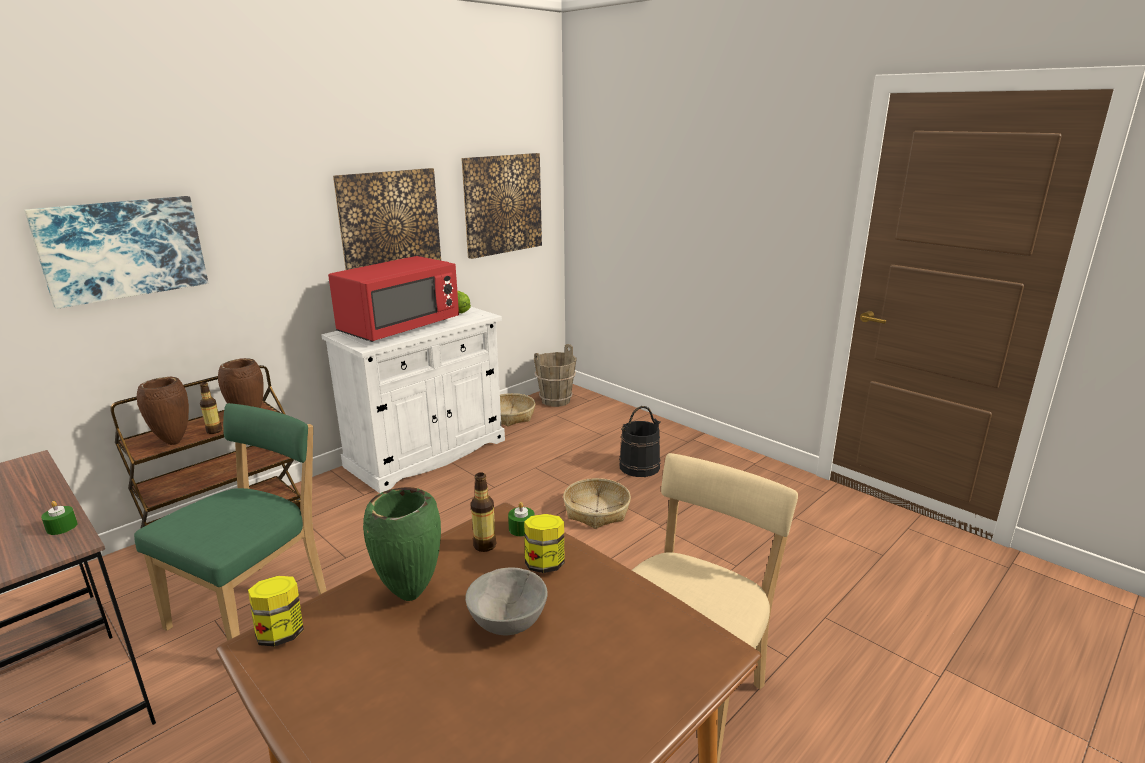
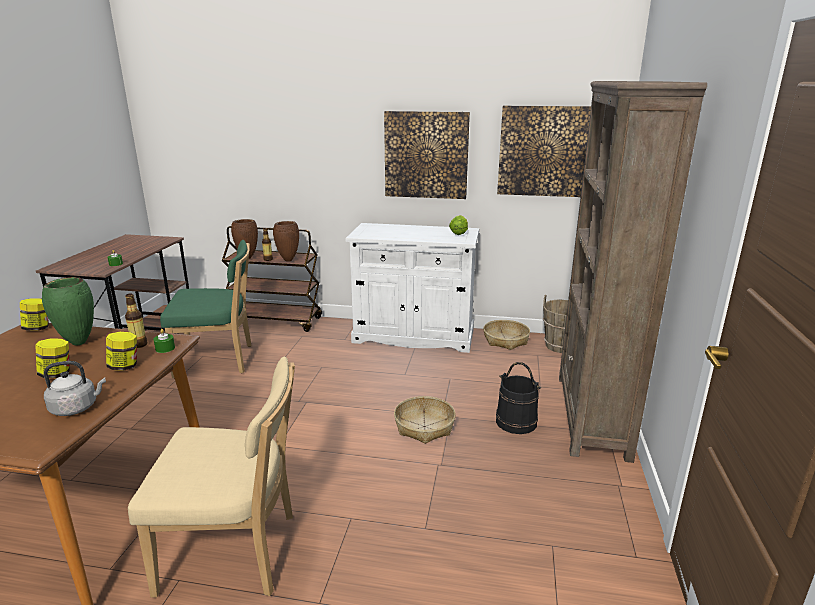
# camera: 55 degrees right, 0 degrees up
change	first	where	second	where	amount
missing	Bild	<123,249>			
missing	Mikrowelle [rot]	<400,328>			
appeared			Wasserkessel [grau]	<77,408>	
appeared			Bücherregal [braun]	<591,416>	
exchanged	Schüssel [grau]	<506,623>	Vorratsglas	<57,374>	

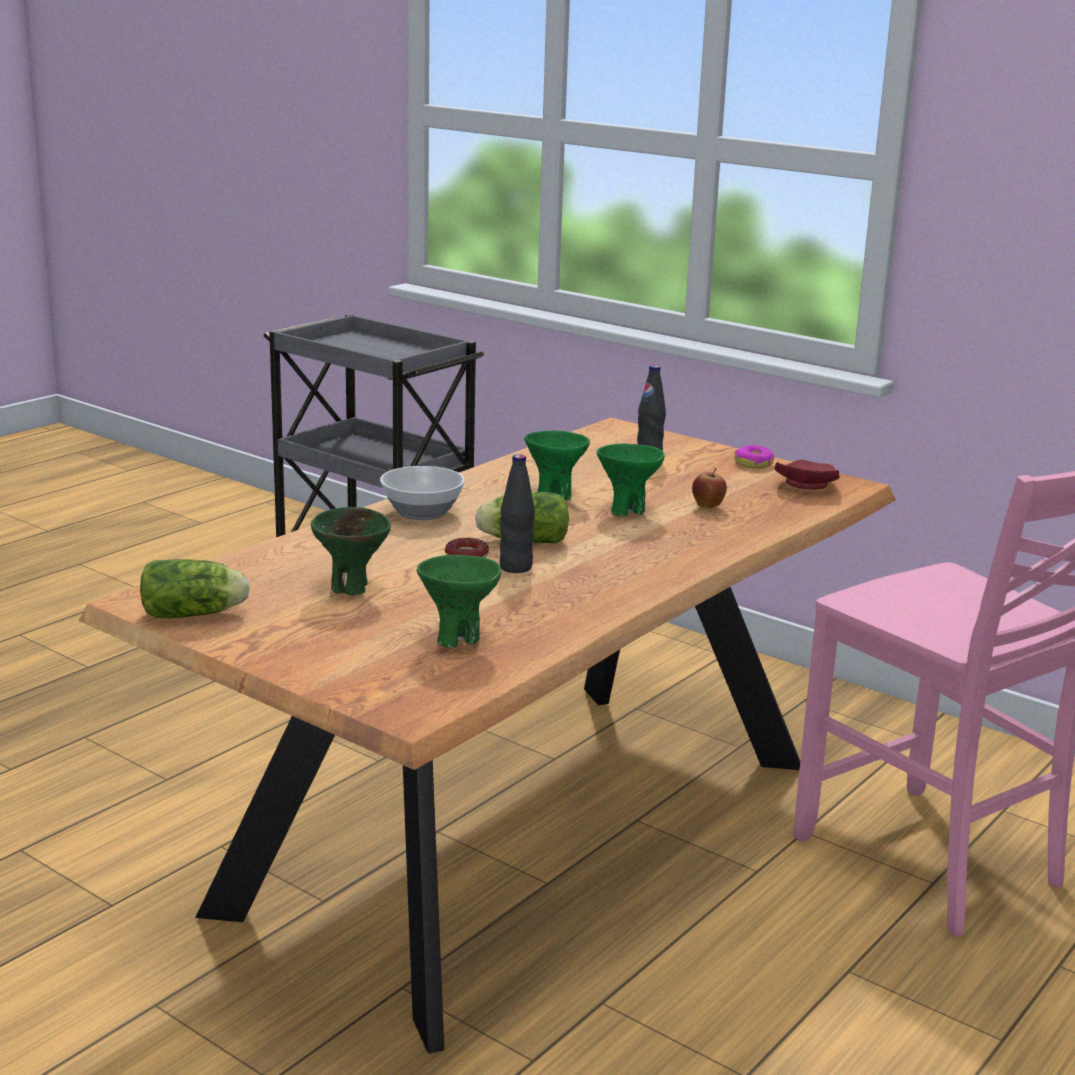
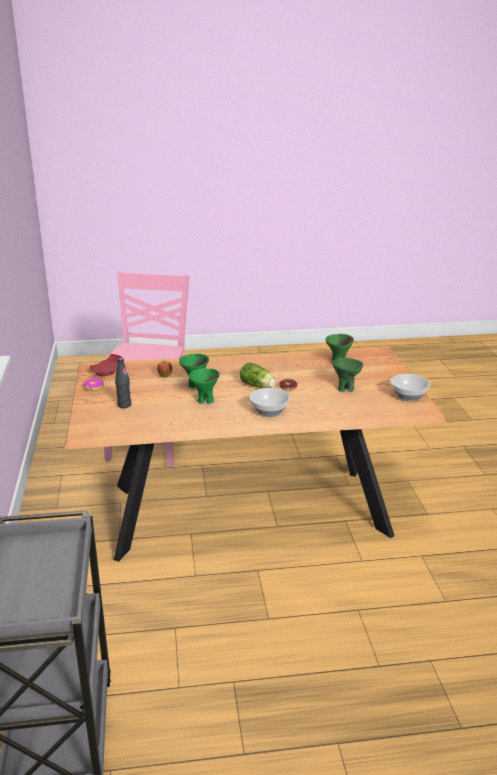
# camera: 135 degrees left, 5 degrees up
change	first	where	second	where	amount
missing	Flasche [schwarz]	<516,567>			
exchanged	Salatkopf	<196,614>	Schüssel	<409,397>	

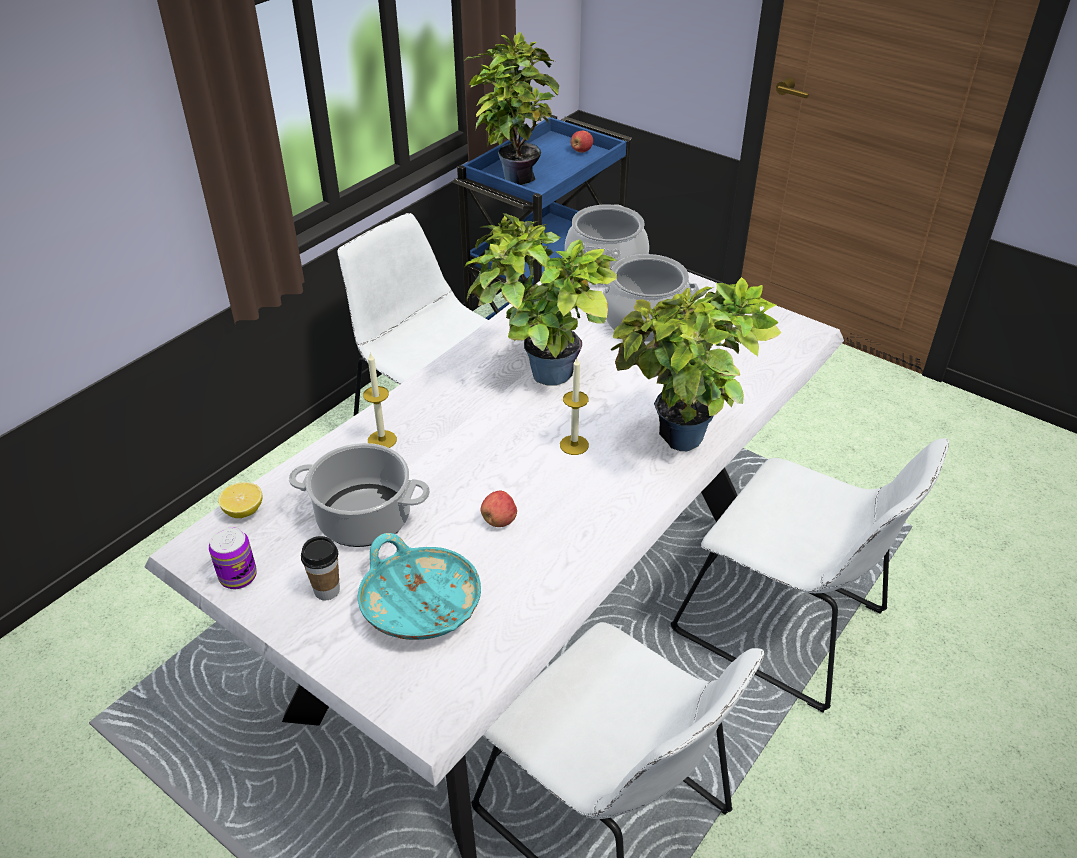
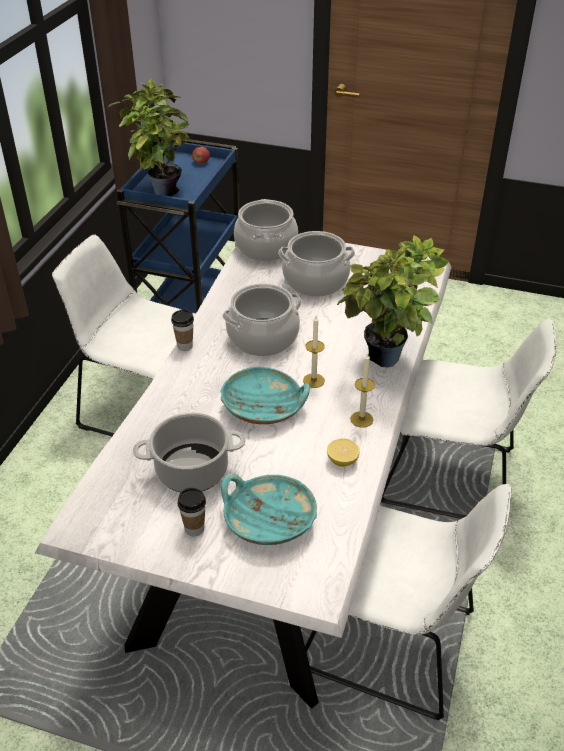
# camera: 20 degrees left, 0 degrees up
change	first	where	second	where	amount
missing	Dose	<238,576>			
missing	Apfel	<499,520>			
appeared			Tasse	<185,346>	
appeared			Schüssel [türkis]	<264,407>	
relocated	Zitrone	<244,511>		<342,460>	
relocated	Kerze	<382,440>		<361,419>	
exchanged	Topfpflanze	<540,377>	Kochtopf	<263,338>	

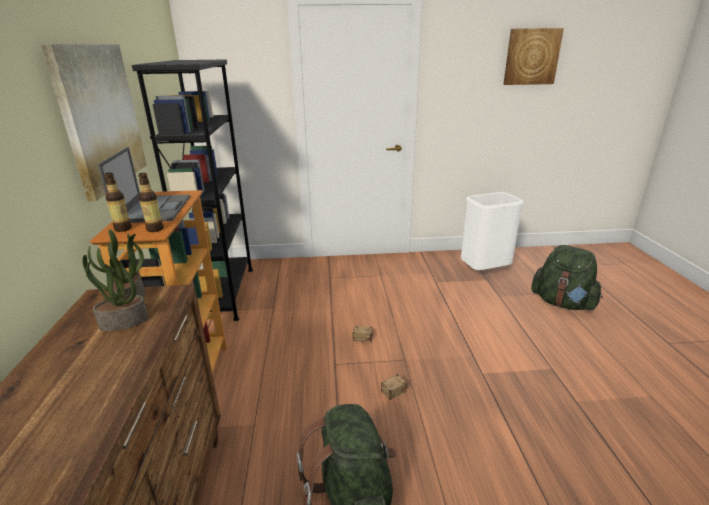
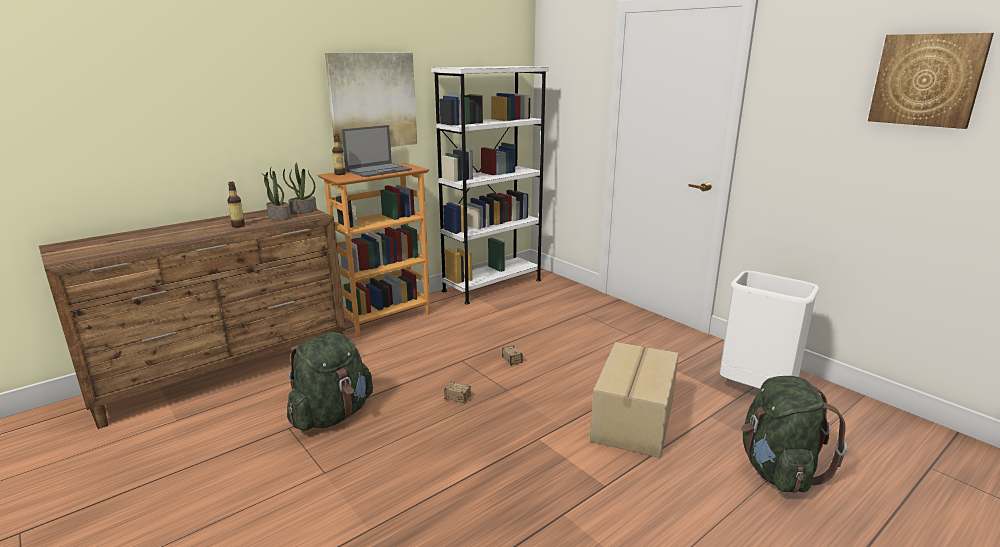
# camera: 55 degrees right, 5 degrees down
change	first	where	second	where	amount
appeared			Karton	<632,419>	
relocated	Flasche	<155,229>		<238,226>	
colour	Bücherregal [schwarz]	<224,293>	Bücherregal [weiß]	<492,285>	

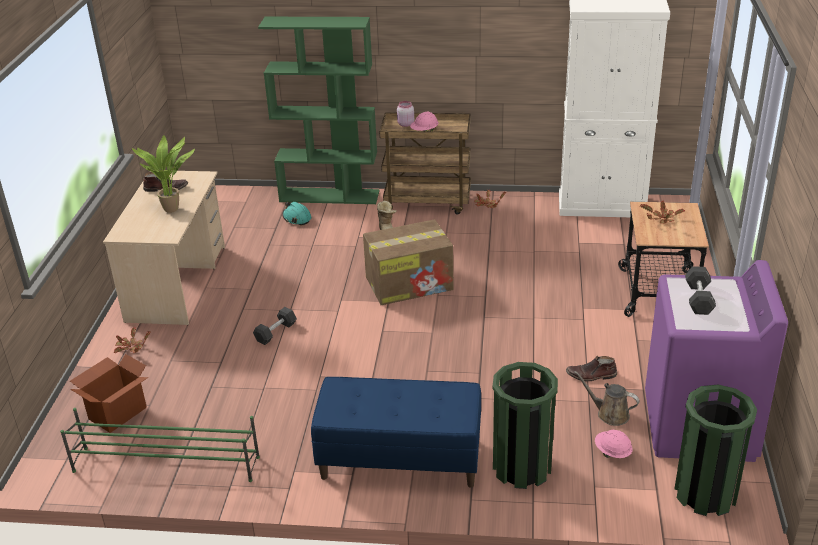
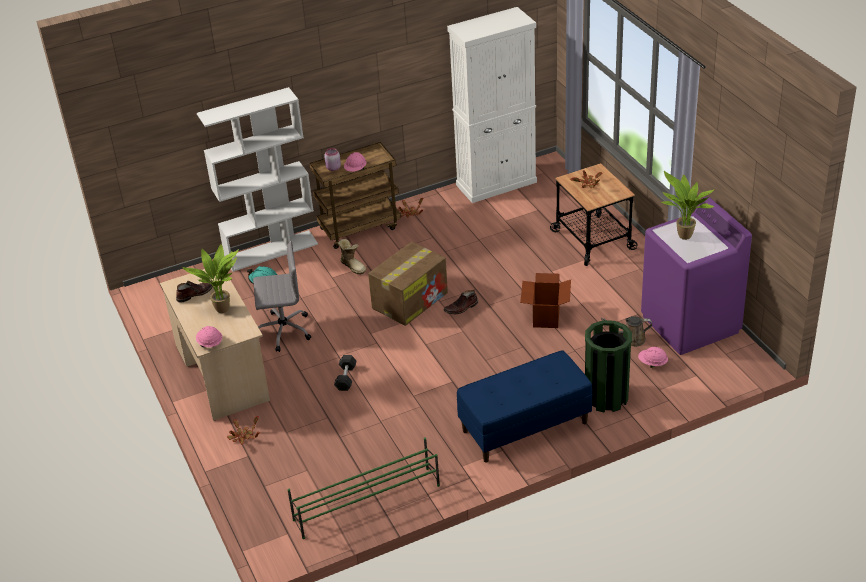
# camera: 30 degrees left, 5 degrees up
change	first	where	second	where	amount
missing	Mülleimer [grün]	<705,493>			
appeared			Schutzhelm [rosa]	<210,343>	
appeared			Bürostuhl [grau]	<283,331>	
relocated	Karton	<117,413>		<545,316>	
relocated	Stiefel [braun]	<591,375>		<461,308>	
exchanged	Hantel [schwarz]	<698,299>	Topfpflanze	<683,237>	
colour	Bücherregal [grün]	<330,196>	Bücherregal [weiß]	<271,250>	

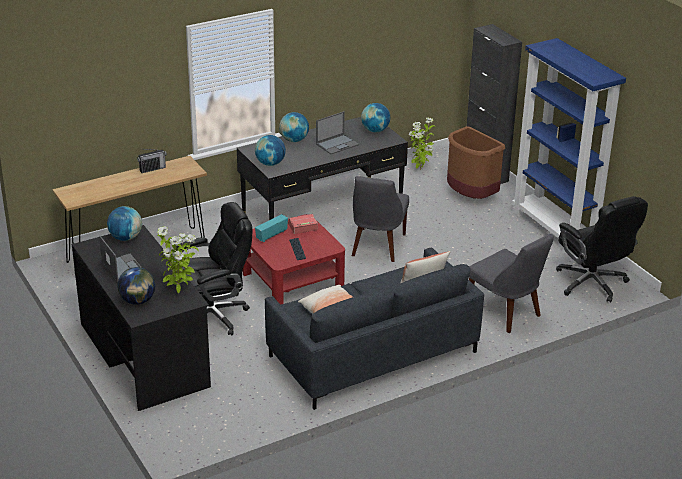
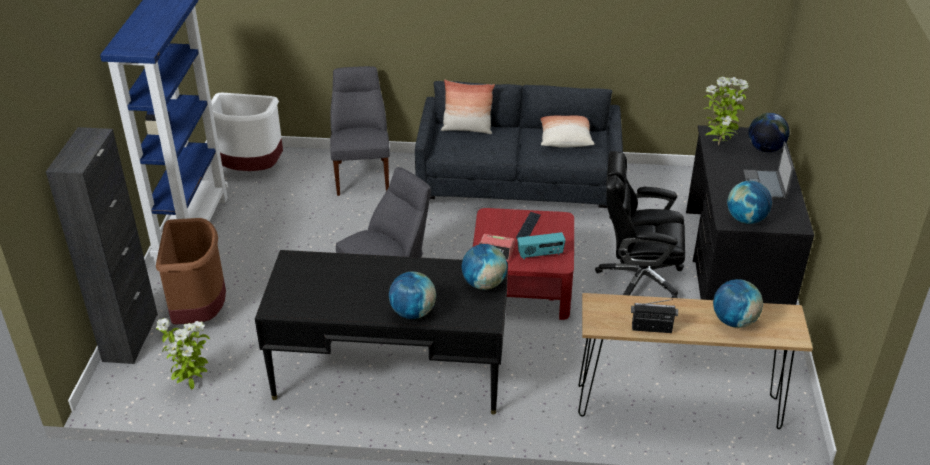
# camera: 145 degrees left, 5 degrees up
change	first	where	second	where	amount
missing	Laptop	<337,144>			
relocated	Globus	<375,130>		<734,321>	
exchanged	Bürostuhl [schwarz]	<592,283>	Mülleimer [weiß]	<251,169>	

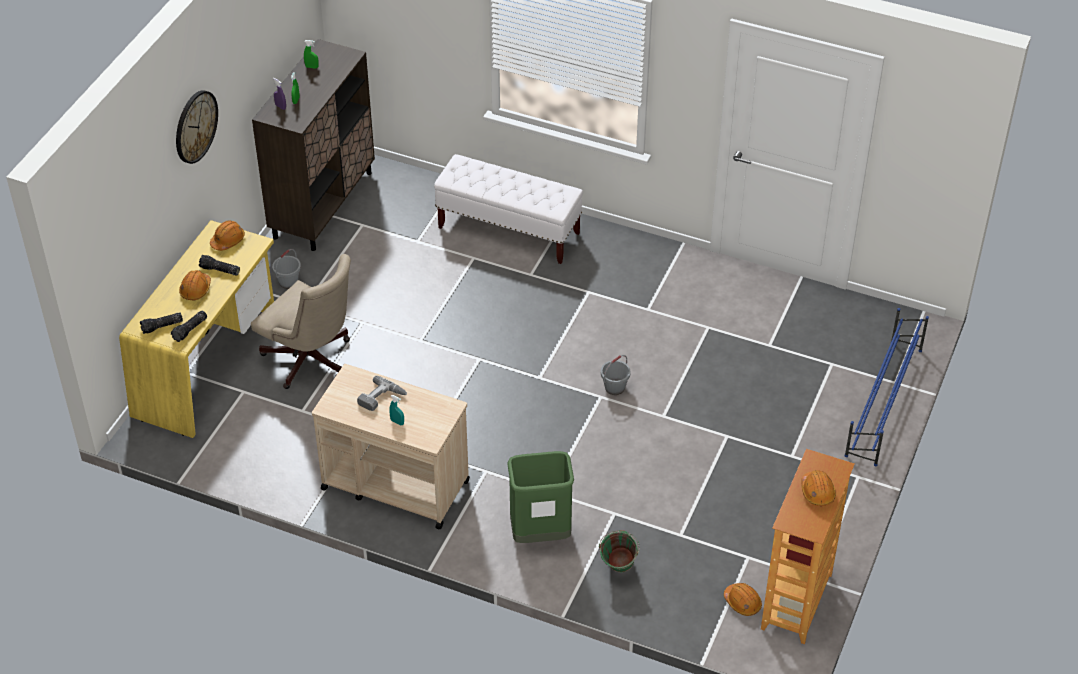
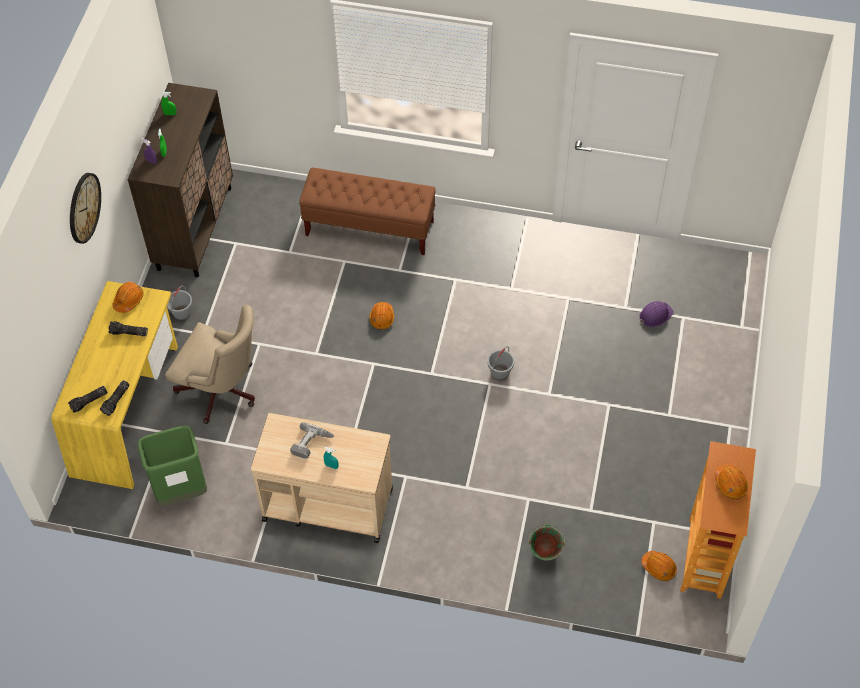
# camera: 10 degrees left, 10 degrees up
change	first	where	second	where	amount
missing	Schuhregal [blau]	<883,402>			
appeared			Schutzhelm [lila]	<655,315>	
relocated	Schutzhelm [orange]	<195,290>		<382,318>	
relocated	Mülleimer [grün]	<540,534>		<181,491>	
colour	Bank [weiß]	<509,231>	Bank [braun]	<370,228>	

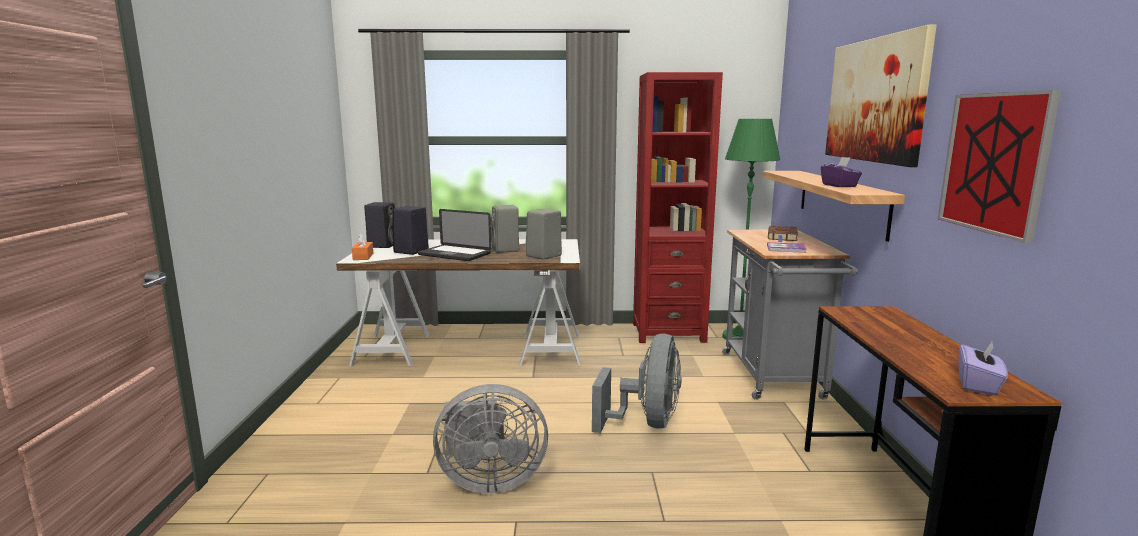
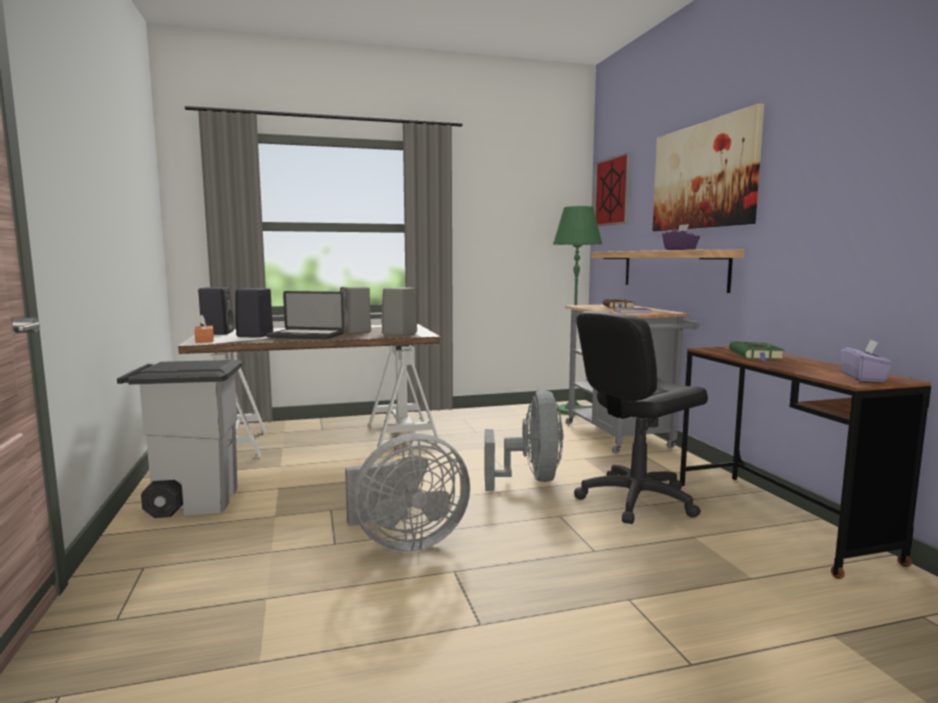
# camera: 15 degrees left, 5 degrees down
change	first	where	second	where	amount
missing	Bücherregal [rot]	<668,333>			
appeared			Mülleimer [grau]	<194,501>	
appeared			Bürostuhl [schwarz]	<636,500>	
appeared			Buch [grün]	<756,355>	
relocated	Bild	<994,163>		<612,191>	

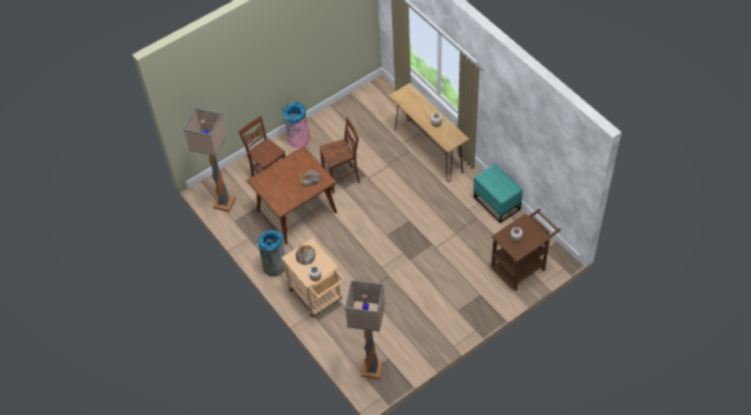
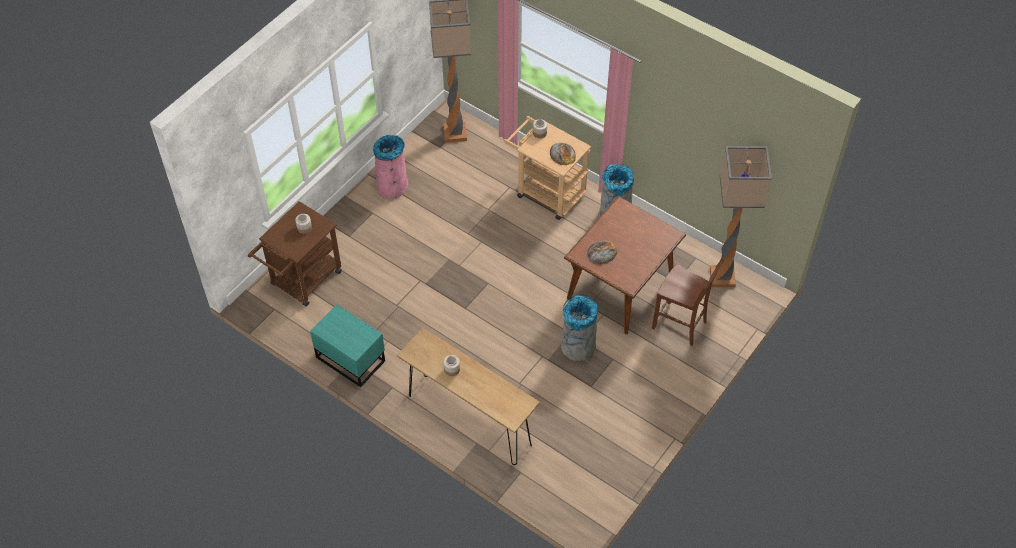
# camera: 160 degrees right, 0 degrees up
change	first	where	second	where	amount
relocated	Mülleimer [rosa]	<298,139>		<392,186>	
exchanged	Stuhl [braun]	<342,179>	Mülleimer [grau]	<577,347>	

